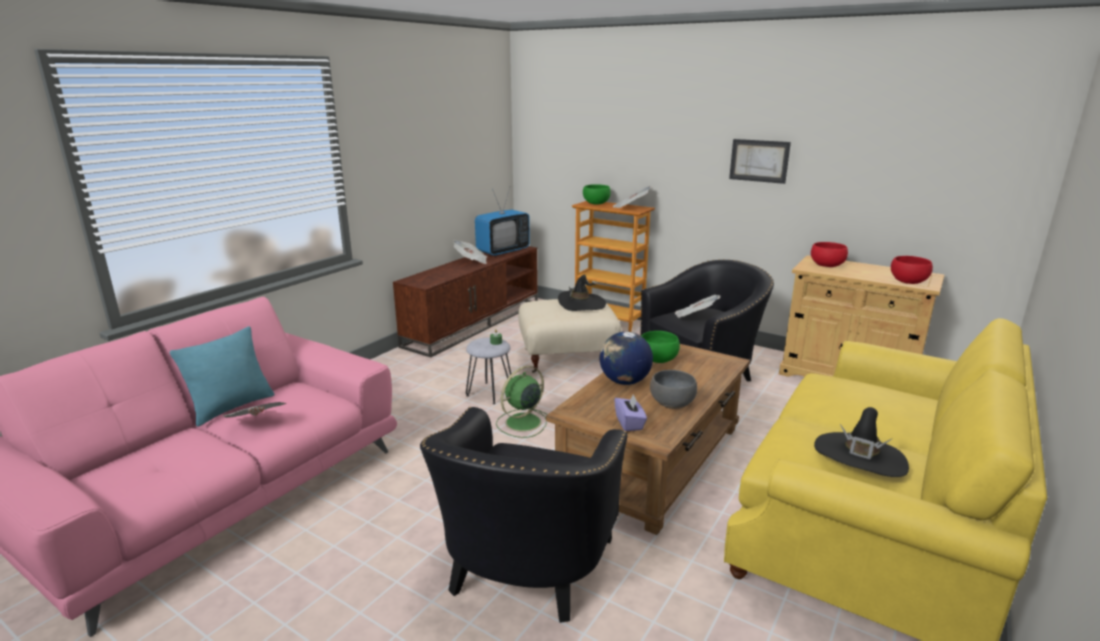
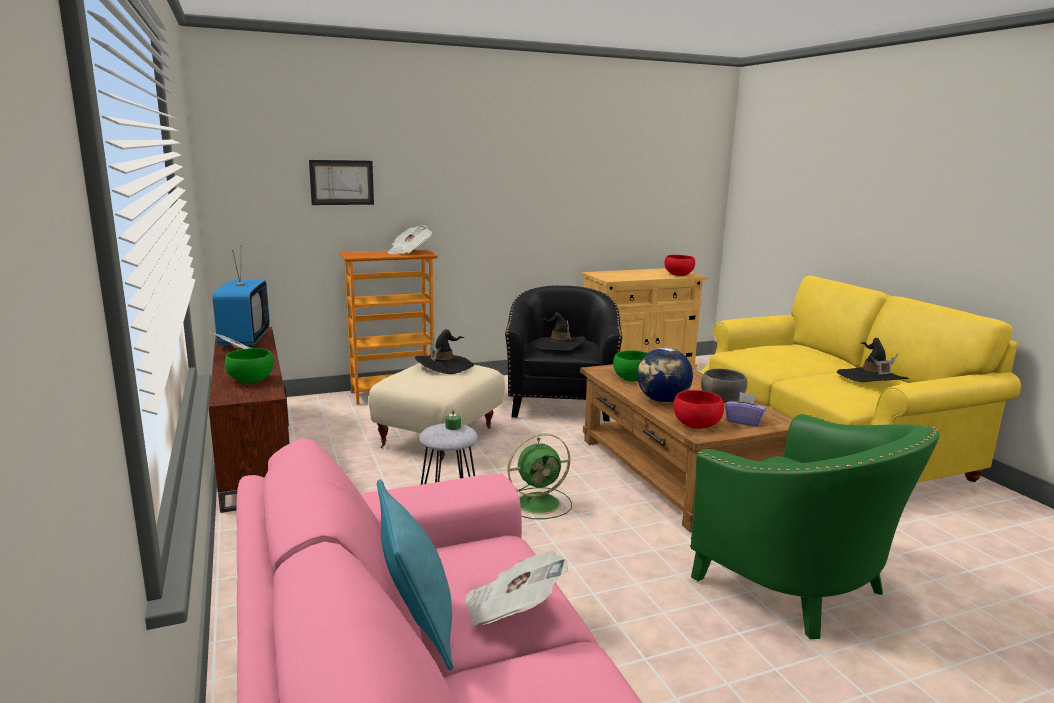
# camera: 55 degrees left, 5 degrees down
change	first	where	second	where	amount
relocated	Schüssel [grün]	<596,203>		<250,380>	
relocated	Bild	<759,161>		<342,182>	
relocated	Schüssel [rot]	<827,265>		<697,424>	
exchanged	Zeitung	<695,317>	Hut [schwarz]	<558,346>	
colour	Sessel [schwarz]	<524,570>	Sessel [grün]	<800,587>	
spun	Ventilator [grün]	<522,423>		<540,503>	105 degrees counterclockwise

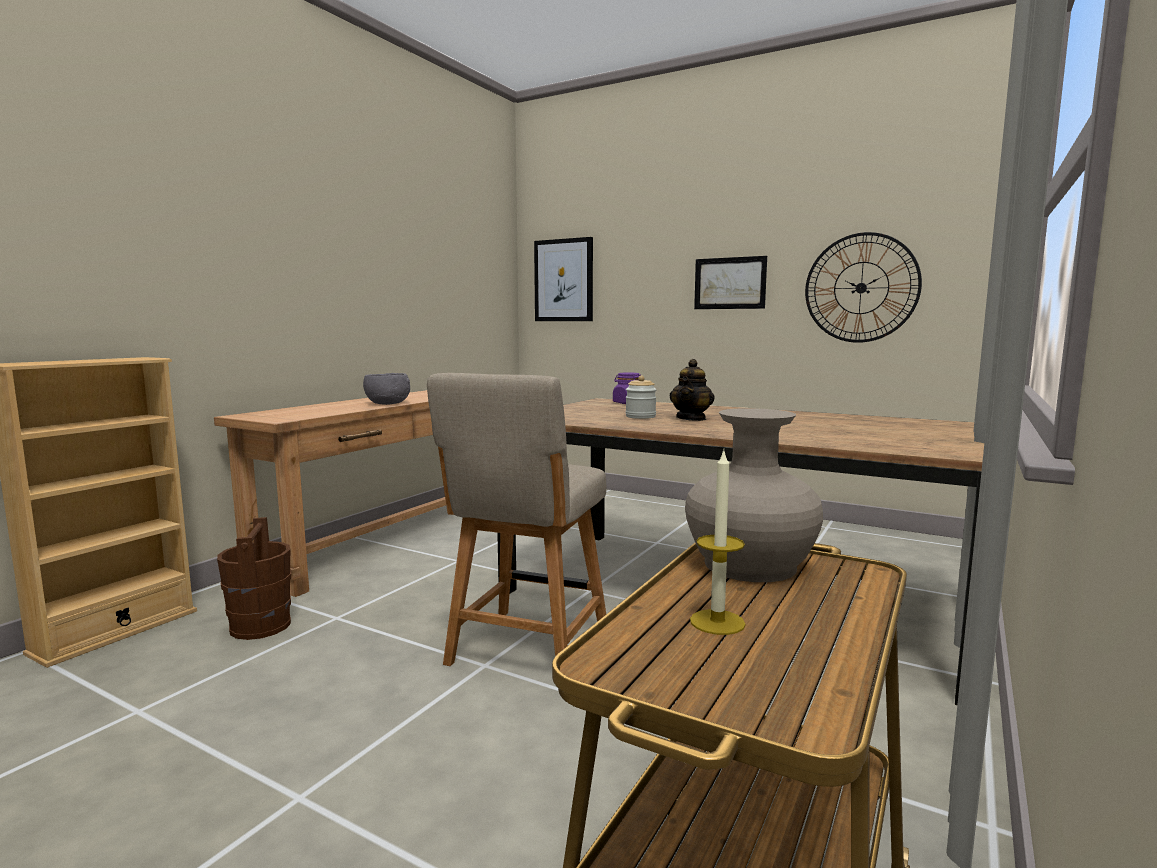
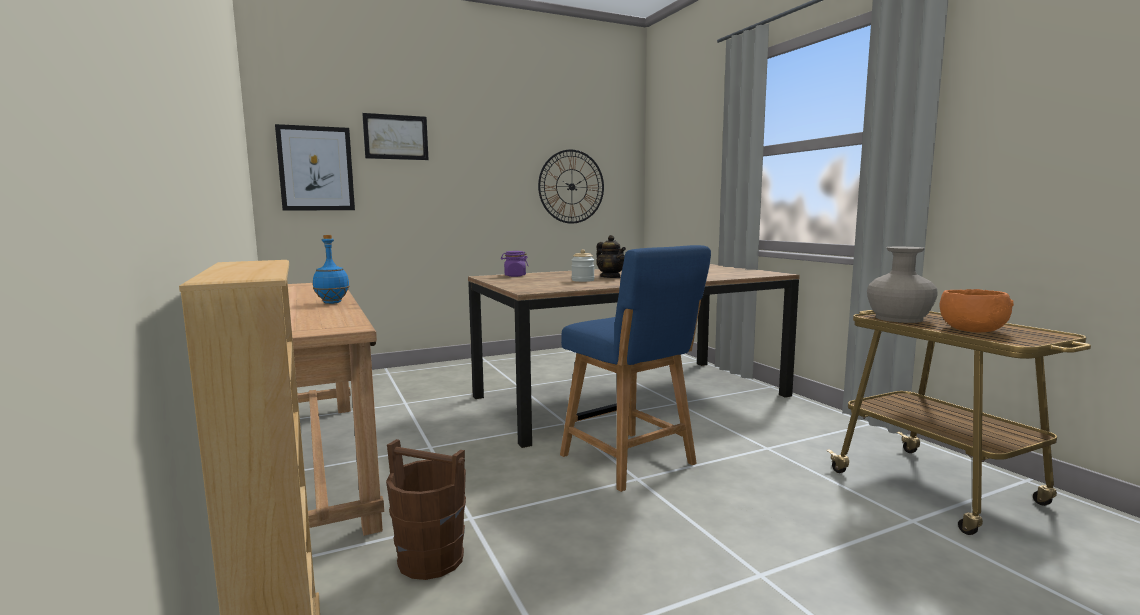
# camera: 55 degrees left, 0 degrees up
change	first	where	second	where	amount
relocated	Bild	<730,283>		<396,137>	
exchanged	Schüssel [grau]	<387,403>	Flasche [blau]	<332,303>	
exchanged	Kerze	<717,622>	Schüssel [orange]	<971,330>	
colour	Stuhl [beige]	<526,650>	Stuhl [blau]	<631,462>	

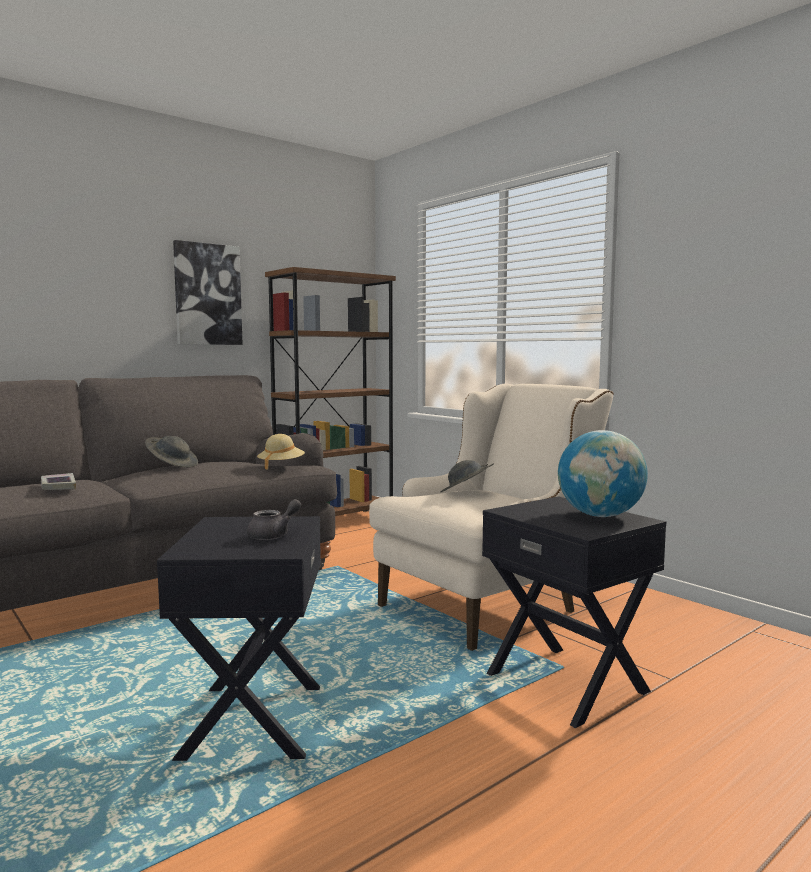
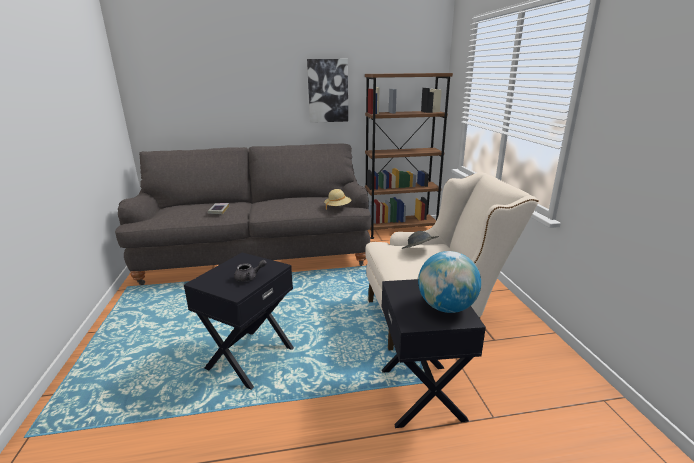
# camera: 30 degrees right, 15 degrees up
change	first	where	second	where	amount
missing	Hut [grau]	<172,465>			

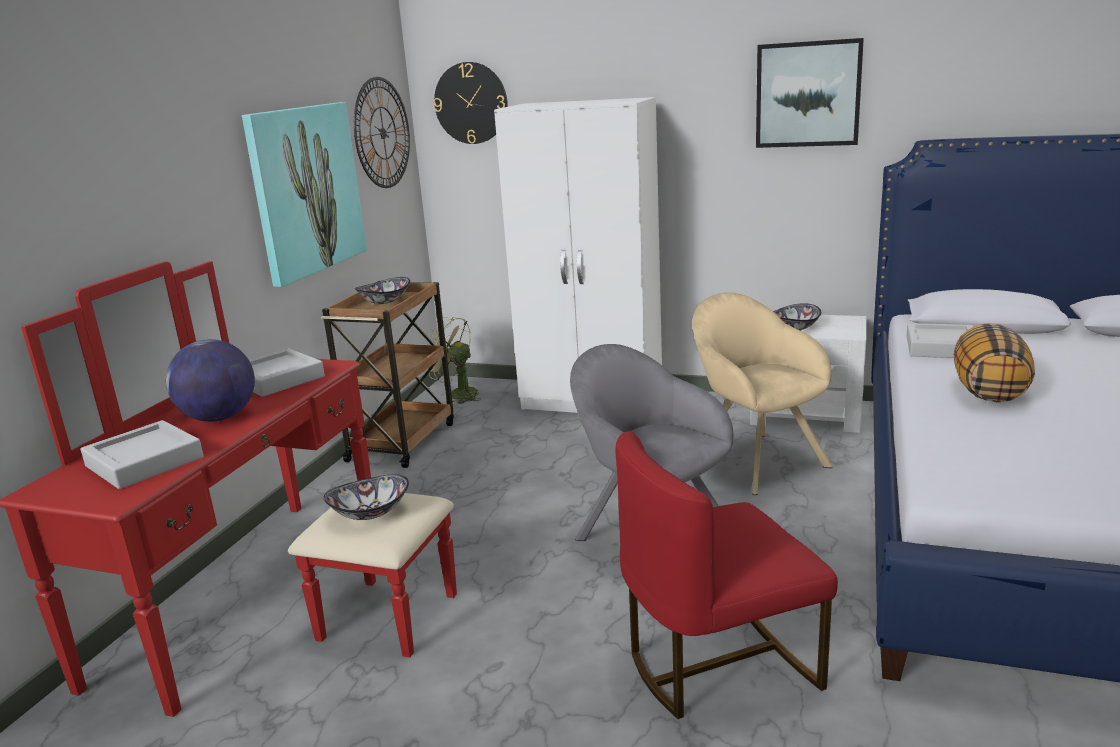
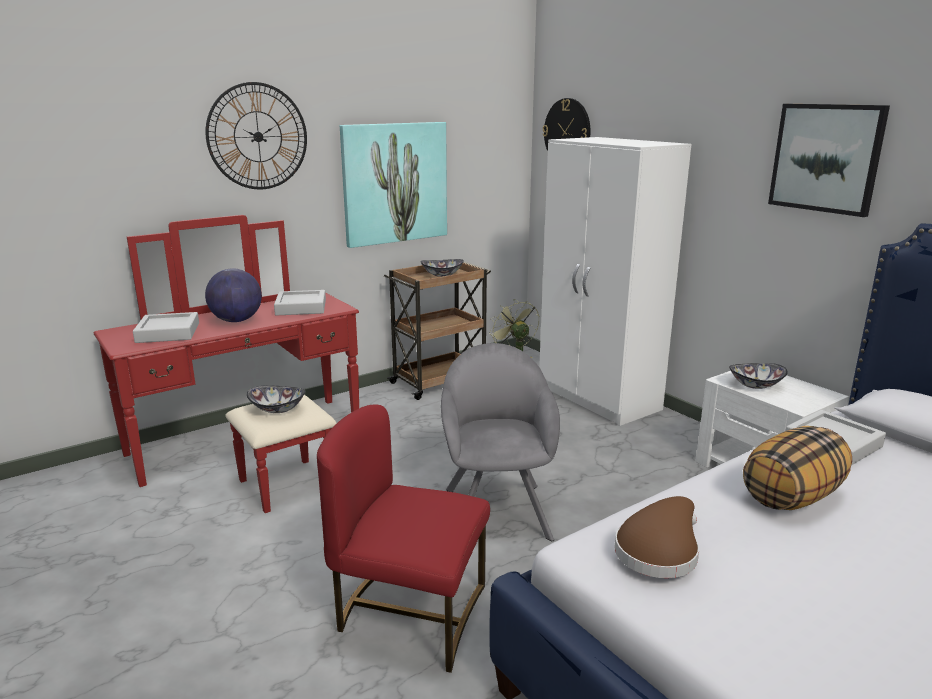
# camera: 35 degrees right, 0 degrees up
change	first	where	second	where	amount
missing	Sessel [beige]	<754,458>			
appeared			Hut [braun]	<659,551>	
relocated	Wanduhr	<382,133>		<258,136>	

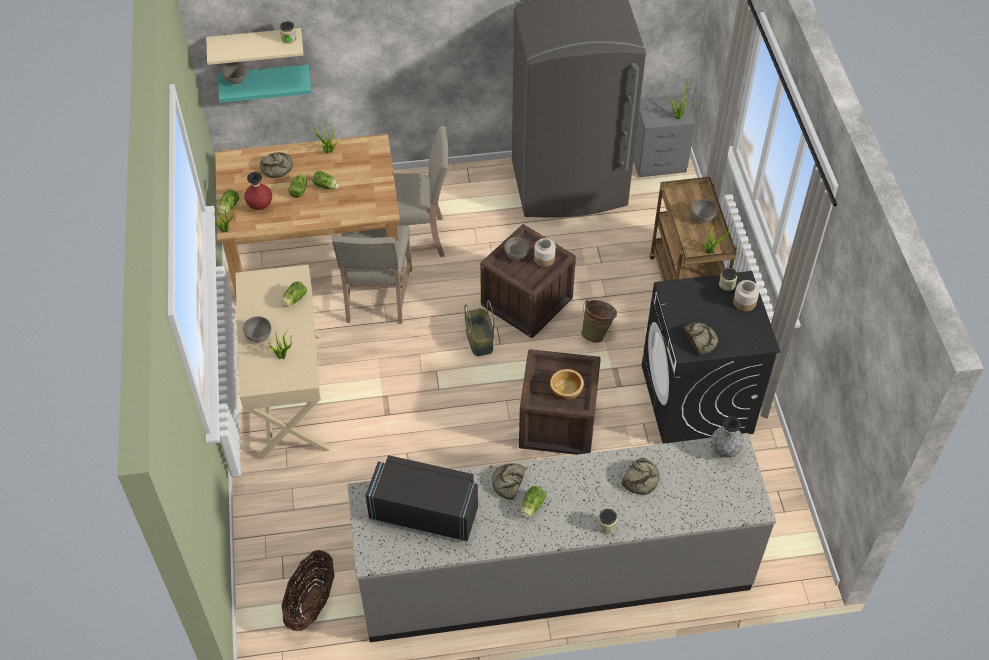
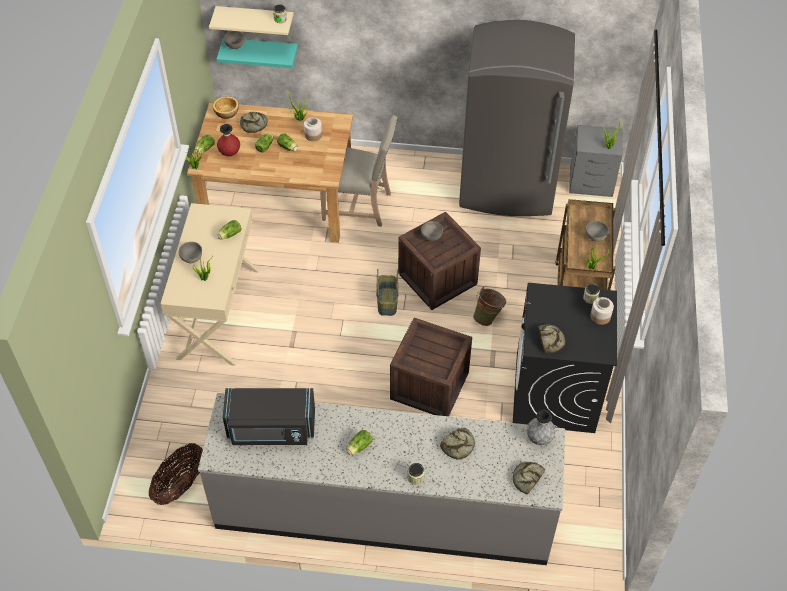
# camera: 15 degrees right, 0 degrees up
change	first	where	second	where	amount
missing	Stuhl [beige]	<377,297>			
relocated	Brot	<508,482>		<527,478>	
relocated	Vorratsglas	<544,258>		<313,135>	
relocated	Schüssel	<566,390>		<227,112>	
spun	Mikrowelle [schwarz]	<425,510>		<271,429>	150 degrees clockwise

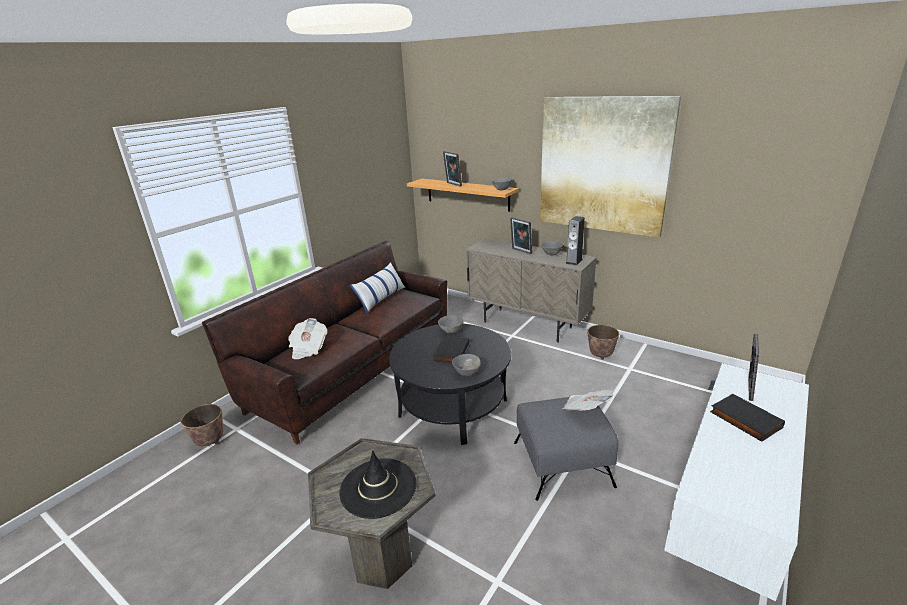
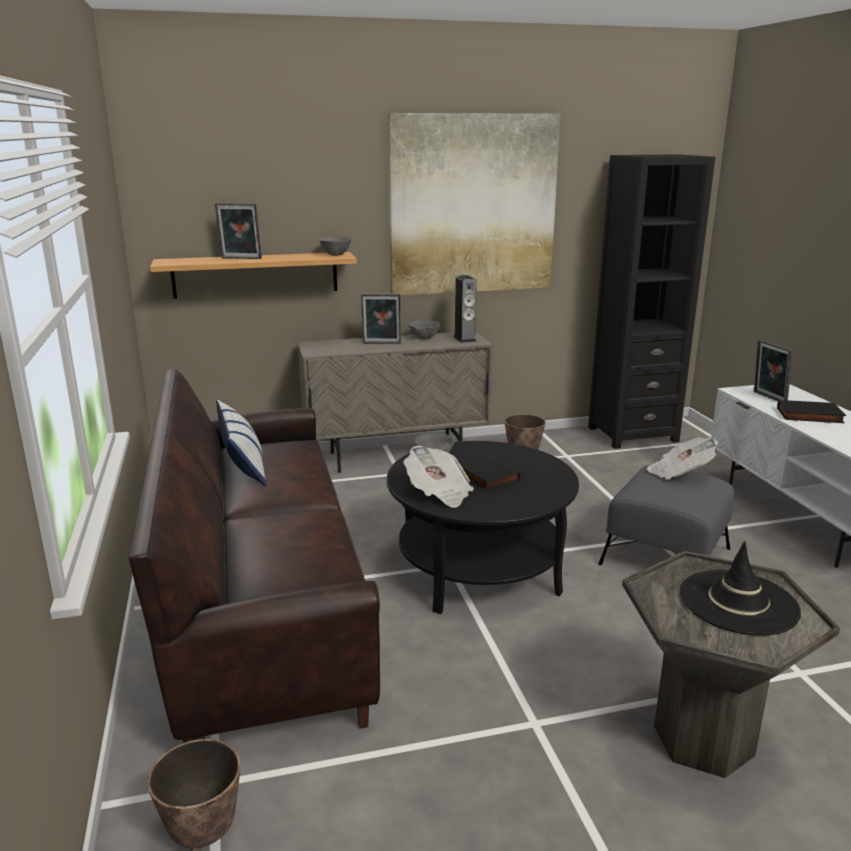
# camera: 50 degrees left, 5 degrees down
change	first	where	second	where	amount
missing	Schüssel [grau]	<467,373>			
appeared			Bücherregal [schwarz]	<632,434>	
relocated	Zeitung	<308,348>		<438,493>	

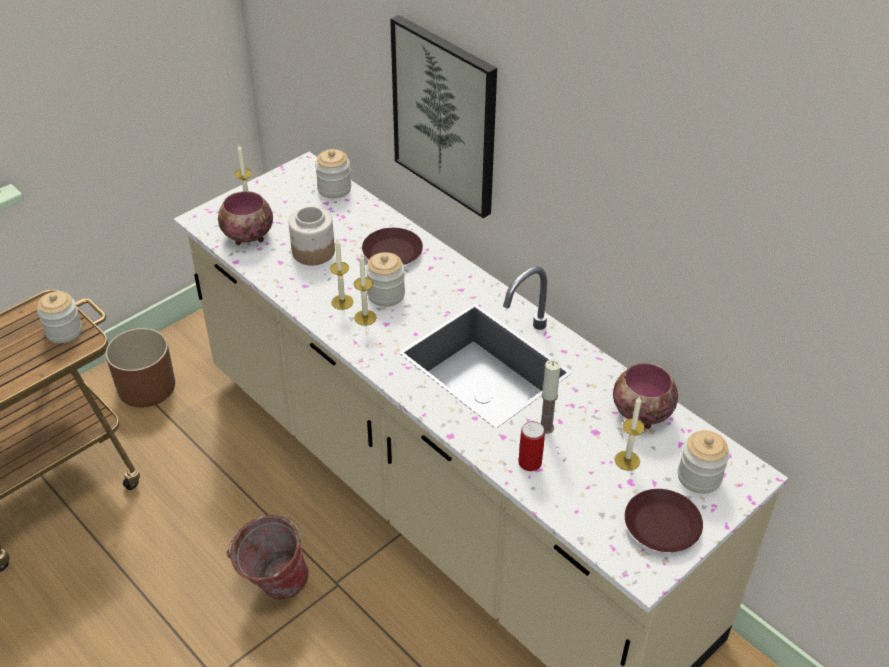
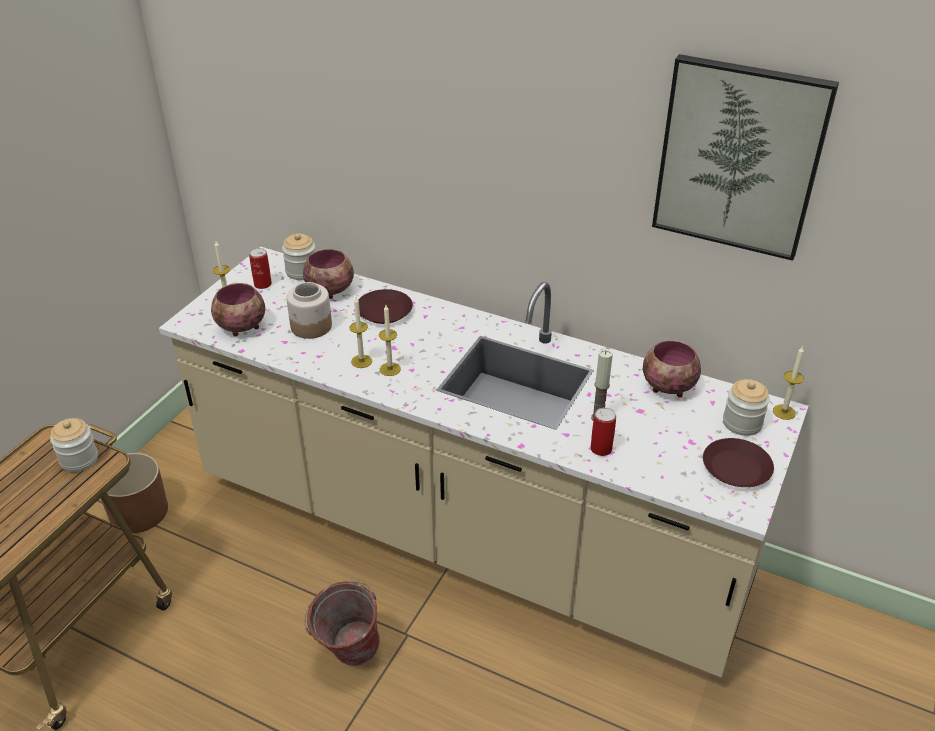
# camera: 20 degrees left, 5 degrees down
change	first	where	second	where	amount
missing	Vorratsglas	<386,295>			
appeared			Dose	<263,284>	
appeared			Schüssel	<331,290>	
relocated	Bild	<446,116>		<739,157>	
relocated	Kerze	<627,460>		<784,412>	

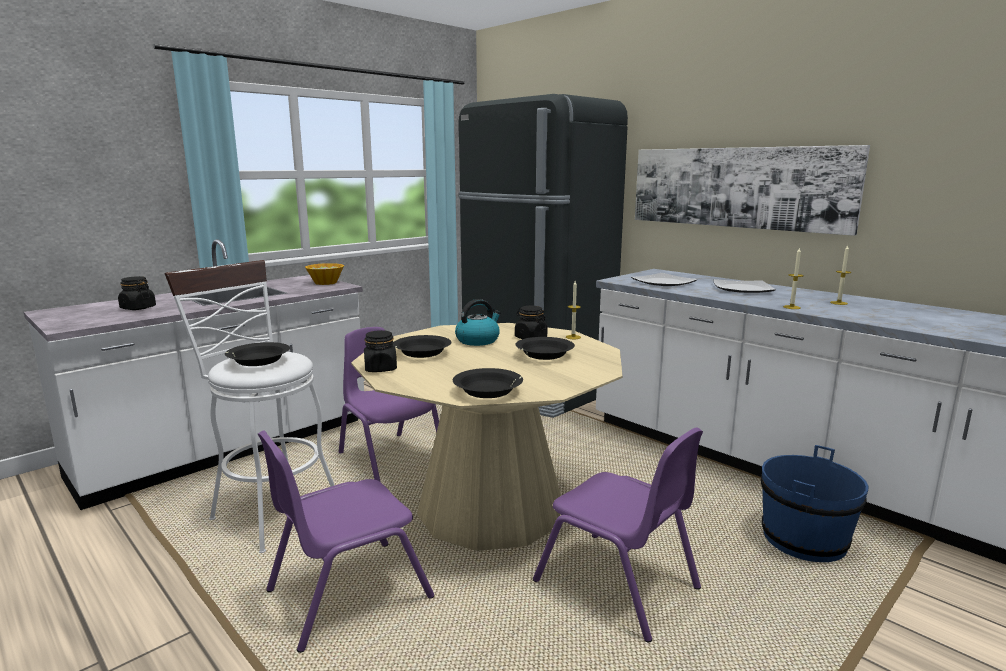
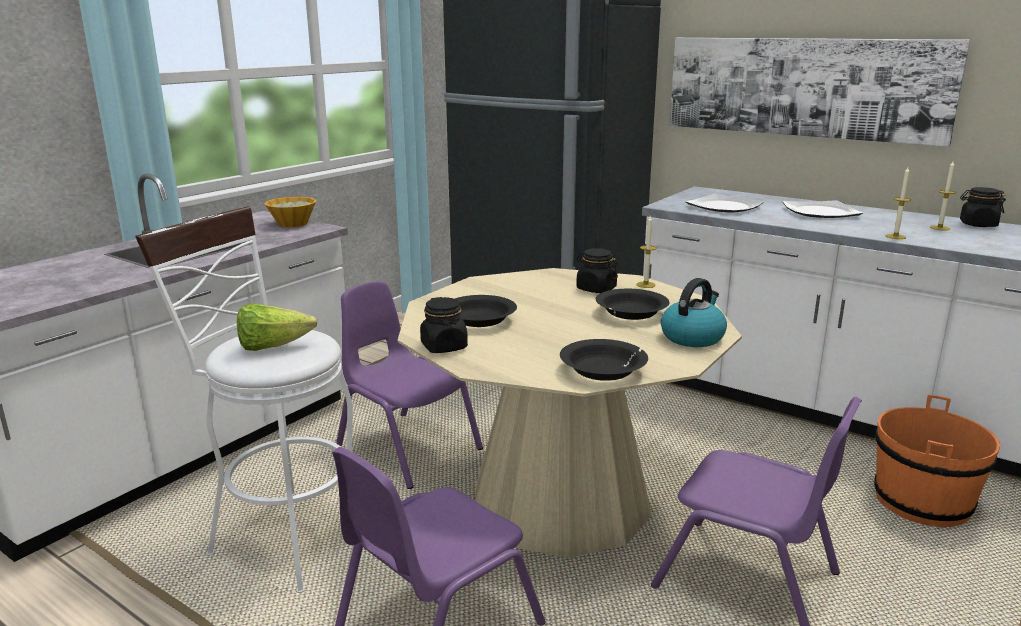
# camera: 10 degrees left, 5 degrees up
change	first	where	second	where	amount
relocated	Vorratsglas [schwarz]	<138,308>		<977,224>	
relocated	Wasserkessel	<478,340>		<692,337>	
exchanged	Schüssel [schwarz]	<258,361>	Salatkopf	<272,347>	
colour	Eimer [blau]	<803,540>	Eimer [orange]	<921,502>	

